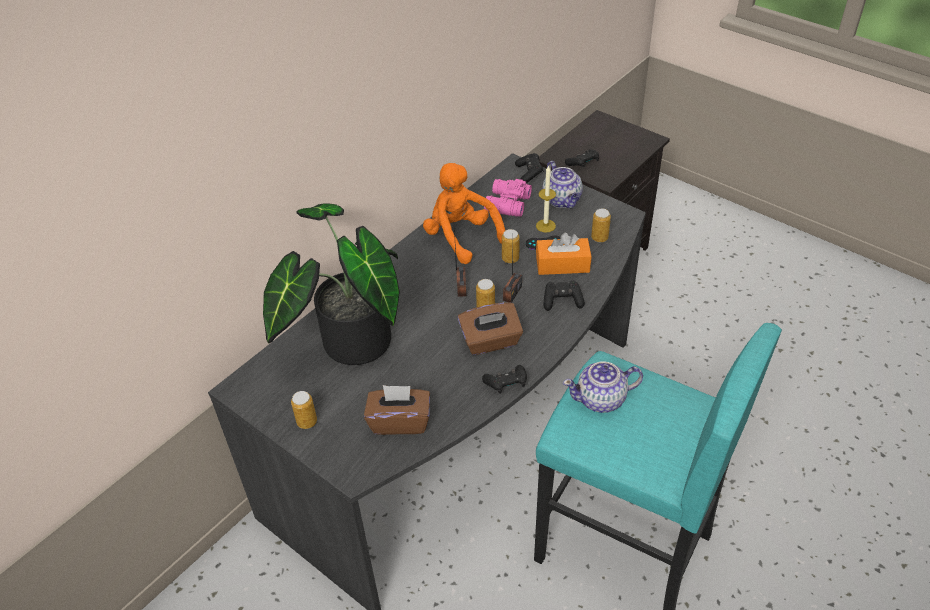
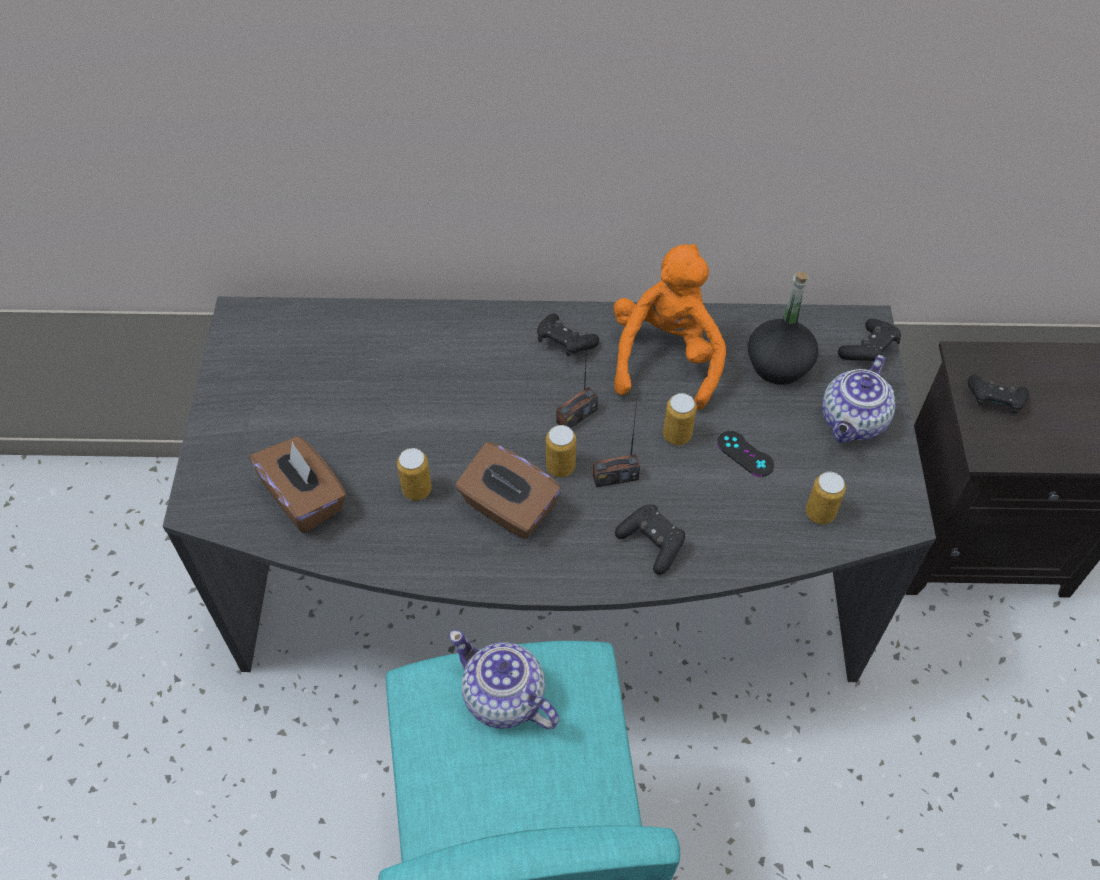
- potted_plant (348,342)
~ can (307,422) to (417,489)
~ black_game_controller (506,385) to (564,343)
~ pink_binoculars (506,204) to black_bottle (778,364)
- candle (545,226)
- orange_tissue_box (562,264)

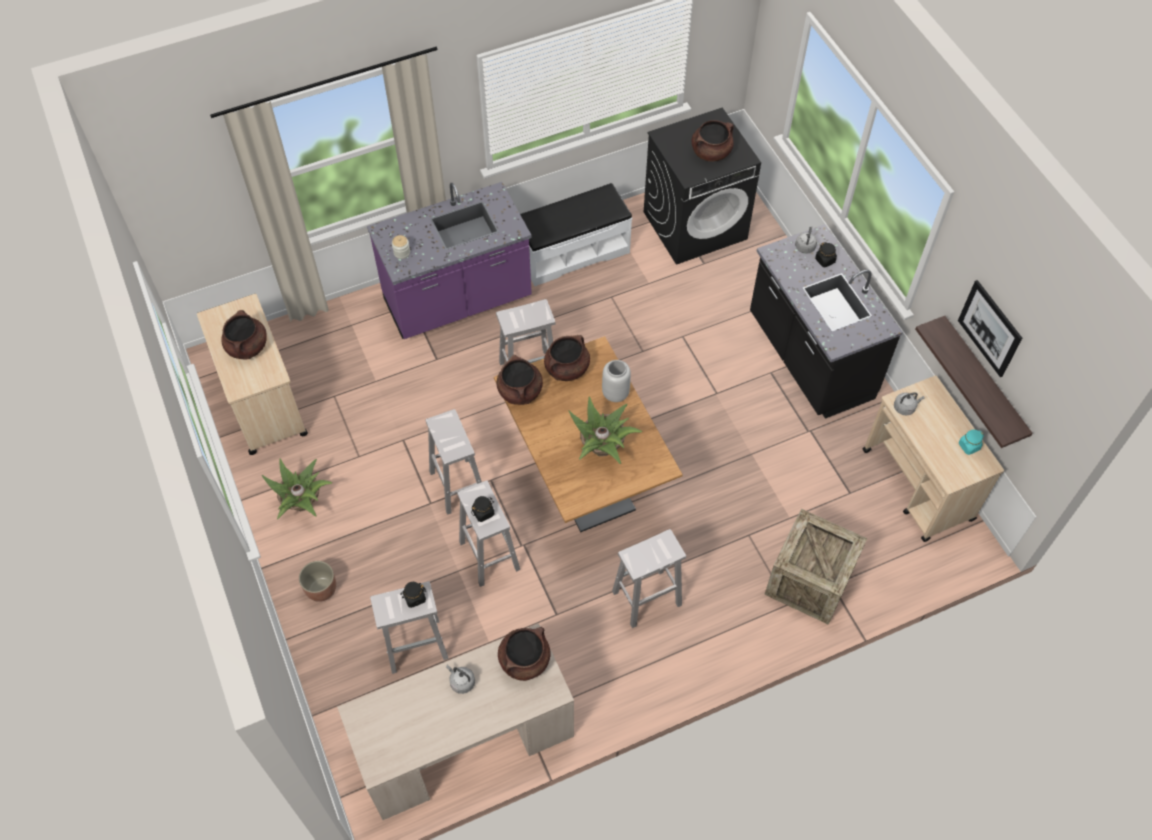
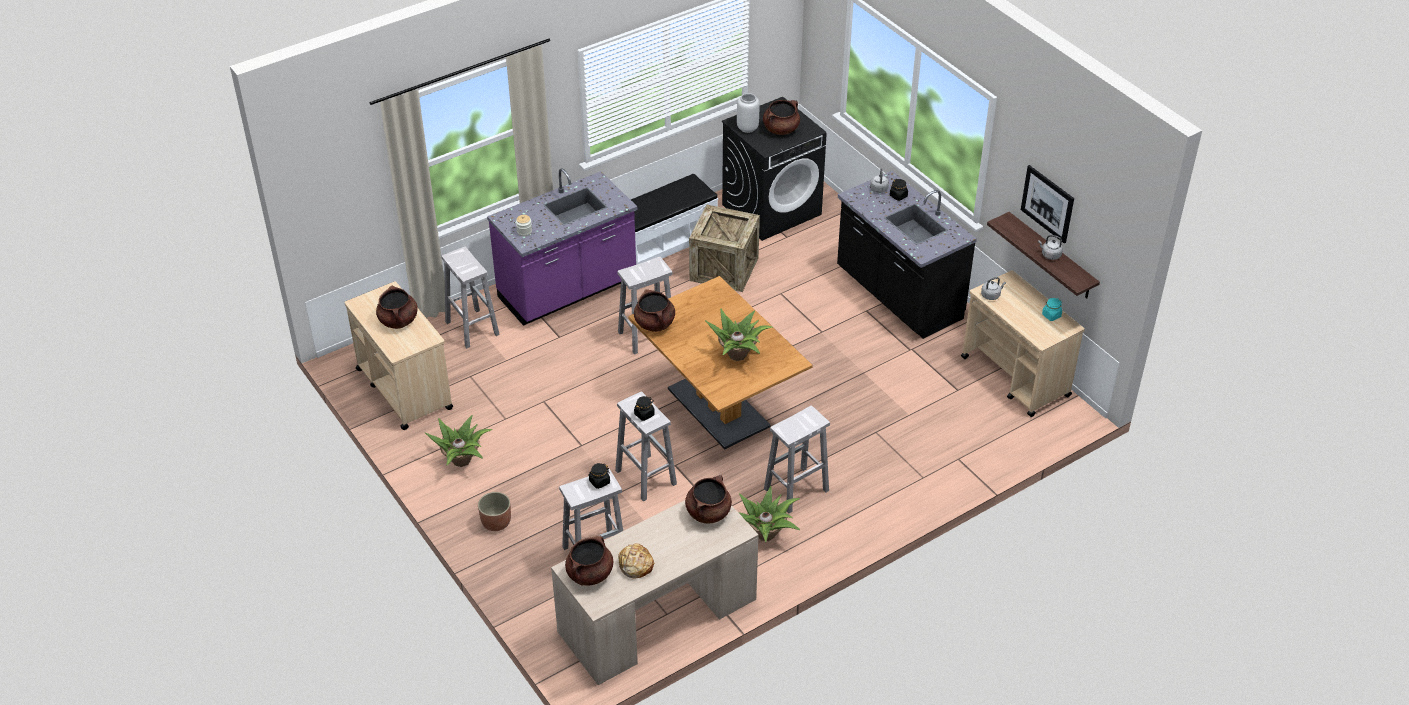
~ white_stool (457,485) to (471,328)
~ grey_kettle (461,682) to (1050,255)
~ brown_cooking_pot (567,369) to (590,574)
~ grey_vase (615,393) to (747,128)
~ crate (809,581) to (724,269)
+ bread (635,565)
+ potted_plant (766,534)

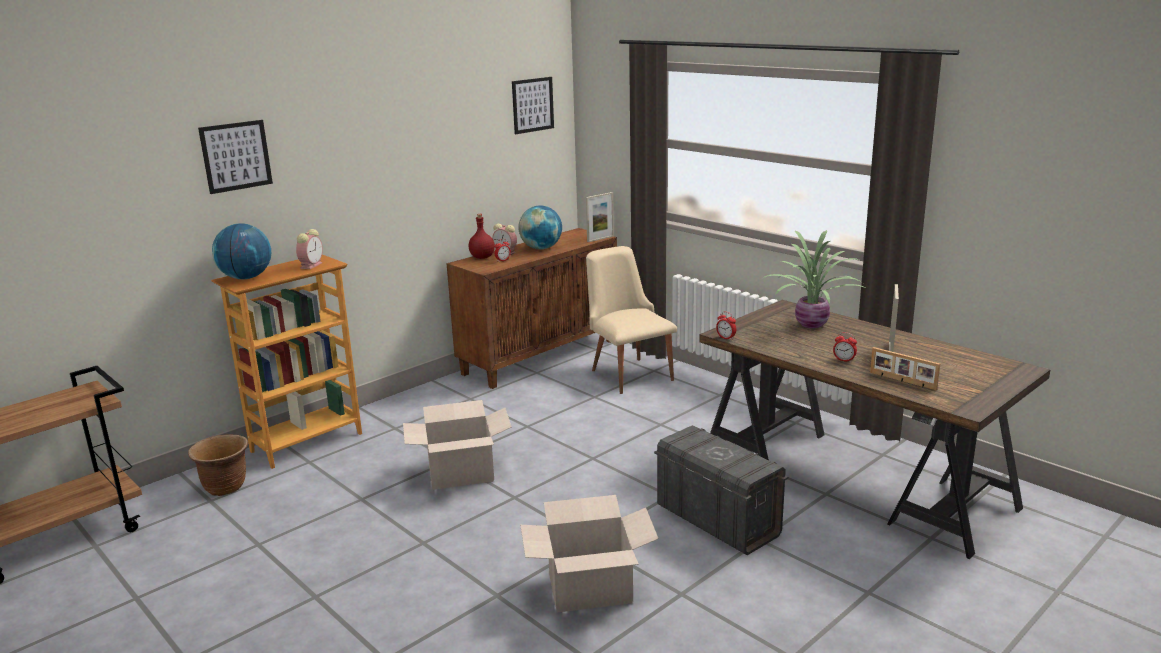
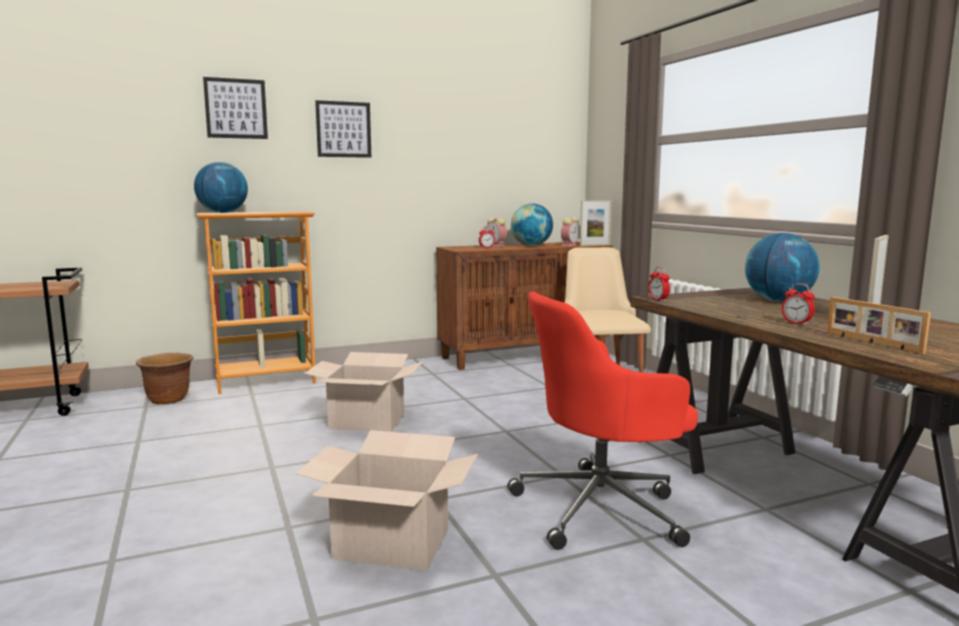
~ alarm_clock (311,265) to (570,245)
- red_bottle (482,257)
~ picture (532,105) to (343,129)
~ grey_storage_box (717,520) to red_office_chair (602,508)
~ potted_plant (812,324) to globe (778,301)

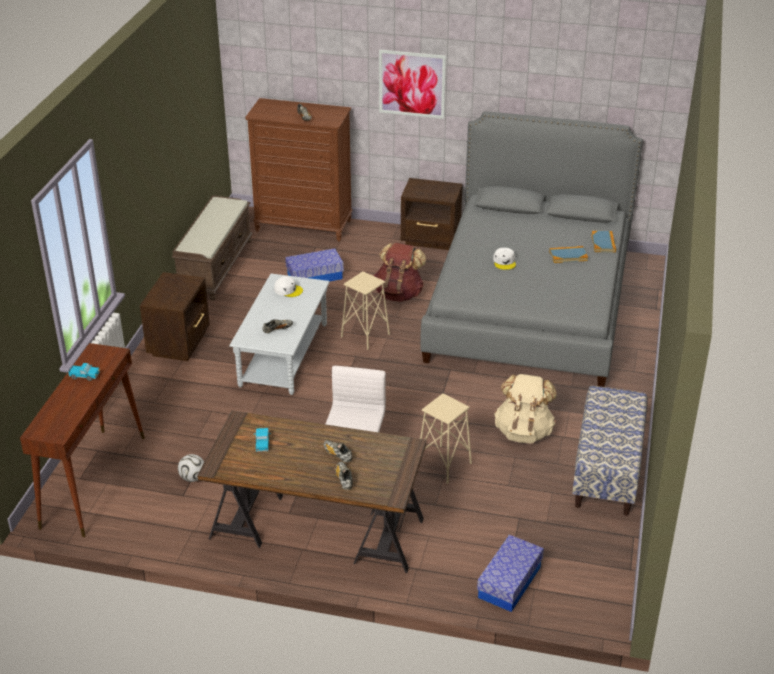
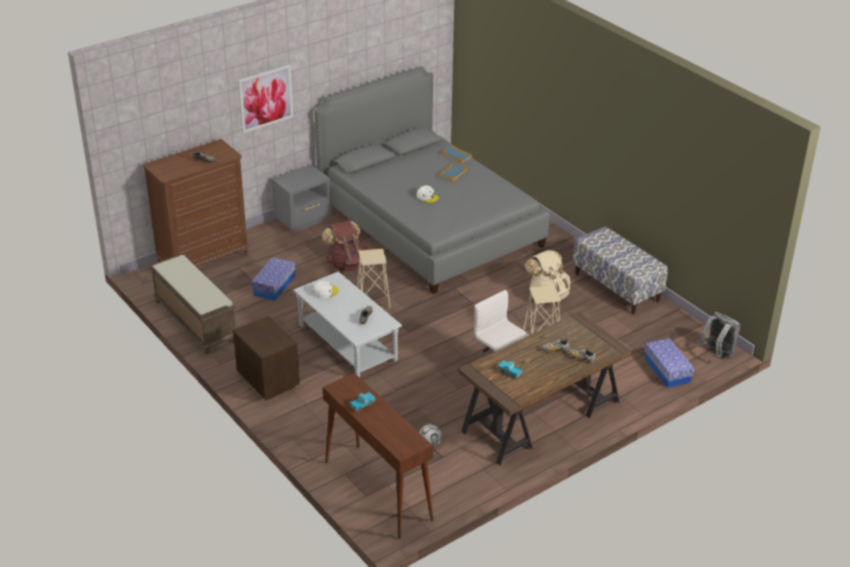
~ brown_nightstand (431,239) to grey_nightstand (304,220)
+ grey_backpack (717,354)

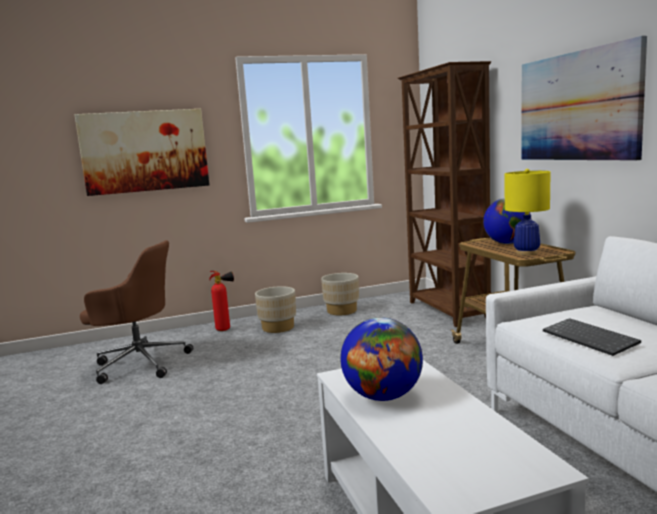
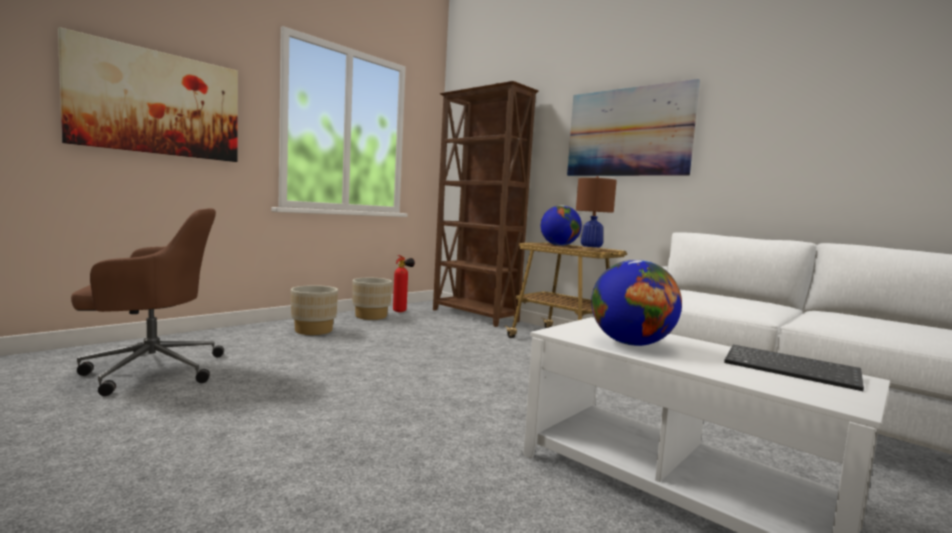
~ fire_extinguisher (226,329) to (402,311)
~ yellow_table_lamp (526,253) to brown_table_lamp (591,250)
~ keyboard (591,338) to (792,369)

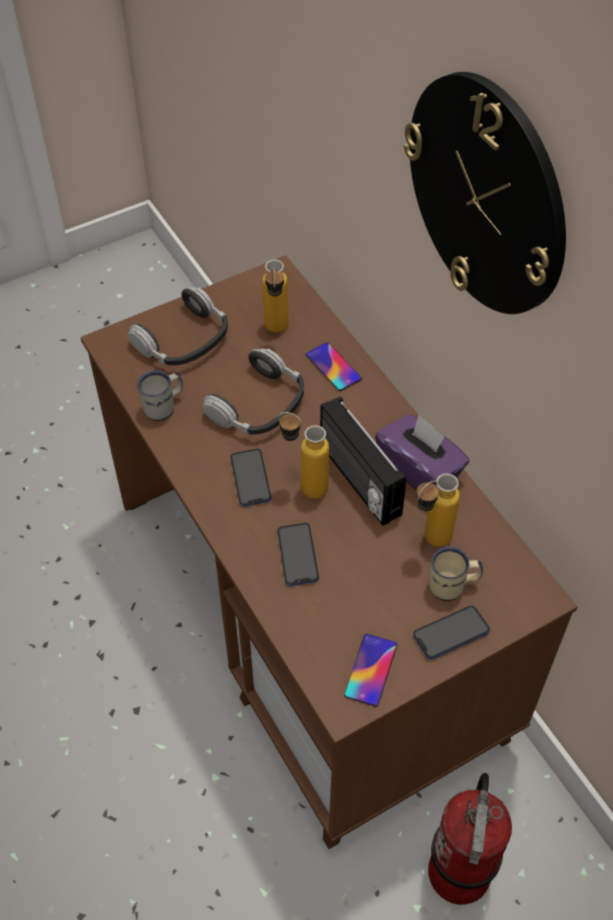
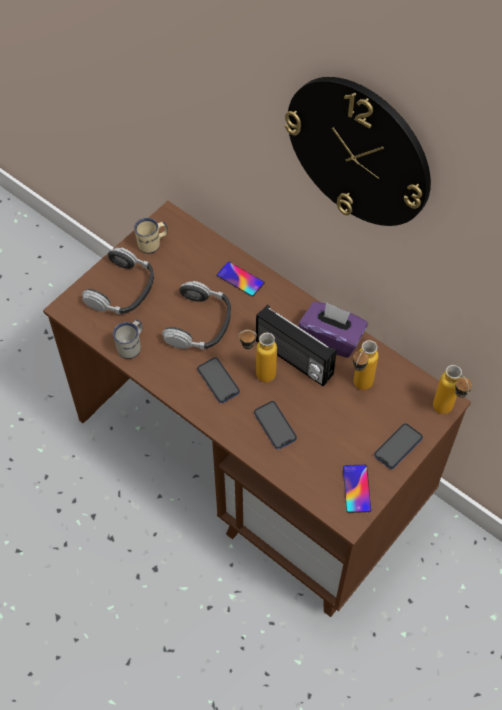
~ bottle (276,332) to (446,413)
- fire_extinguisher (460,872)
~ beige_mug (453,586) to (153,244)

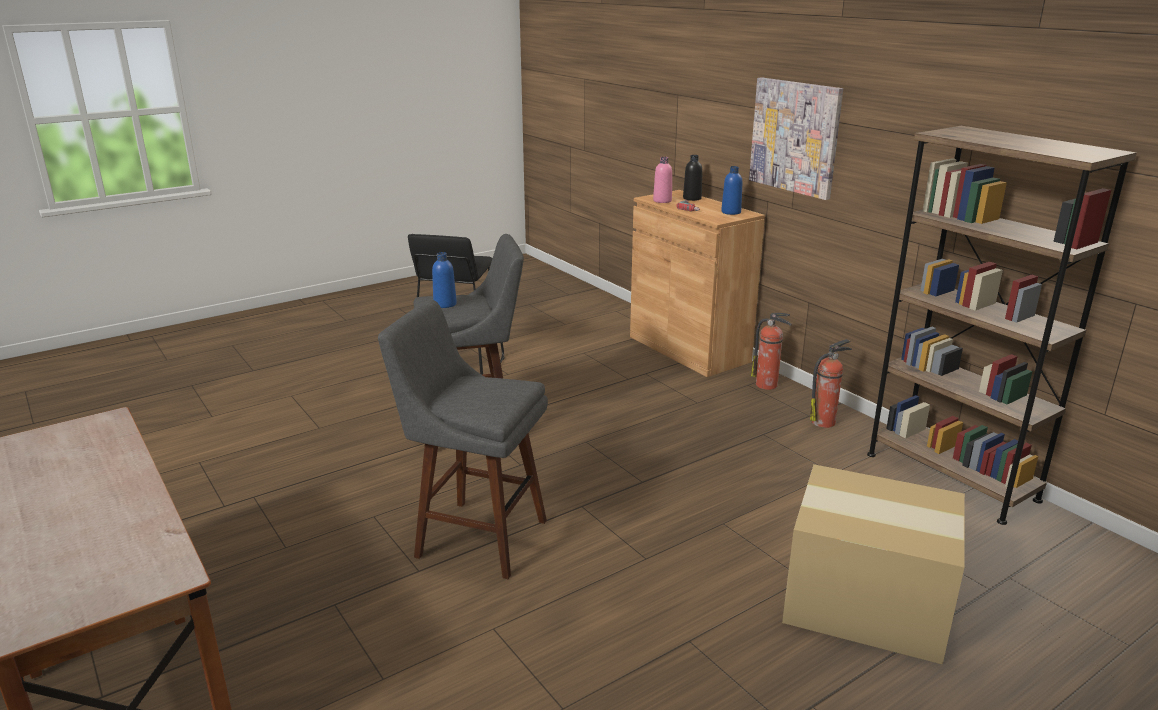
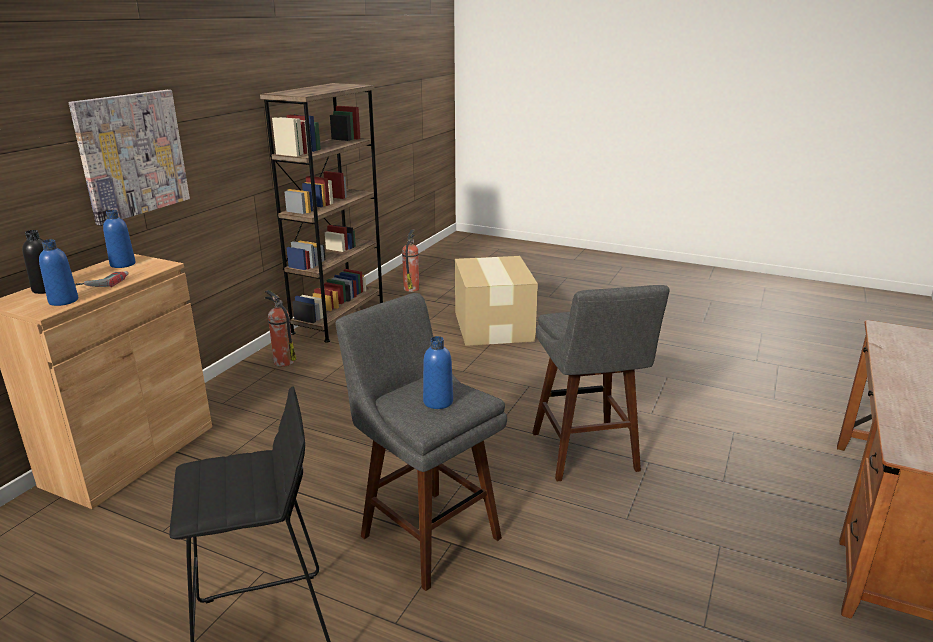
~ pink_bottle (662,201) to blue_bottle (63,301)
~ fire_extinguisher (767,385) to (411,288)

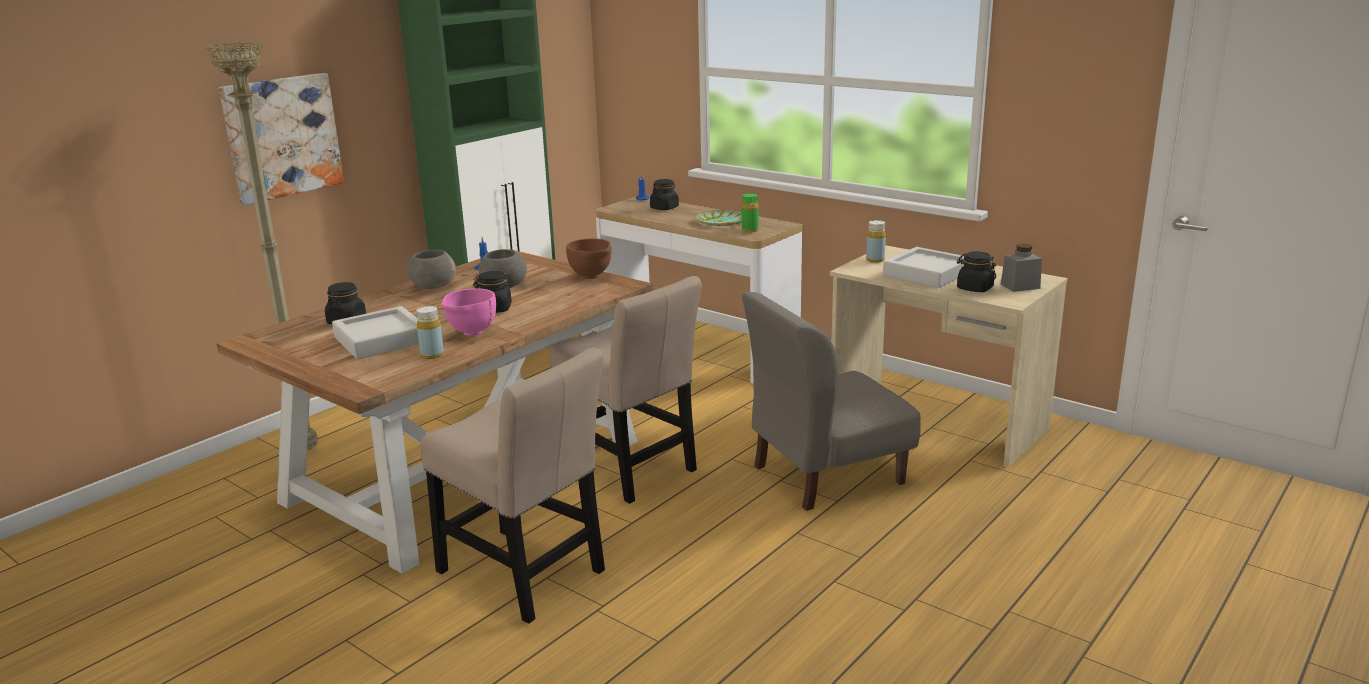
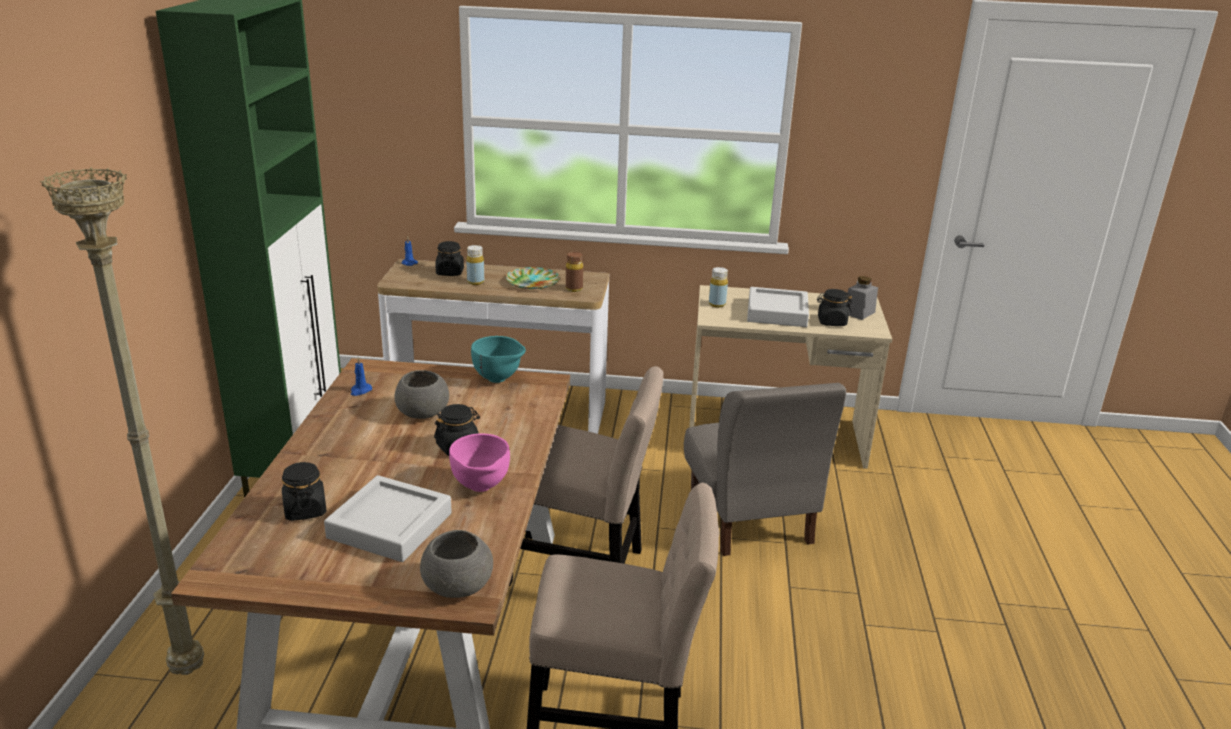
- picture (282,137)
~ grey_bowl (433,286) to (456,586)
~ yellow_bottle (432,355) to (475,282)
~ brown_bowl (591,277) to turquoise_bowl (499,379)
~ green_bottle (750,230) to brown_bottle (574,289)
~ grey_chair (826,474) = (749,518) 45 degrees counterclockwise

